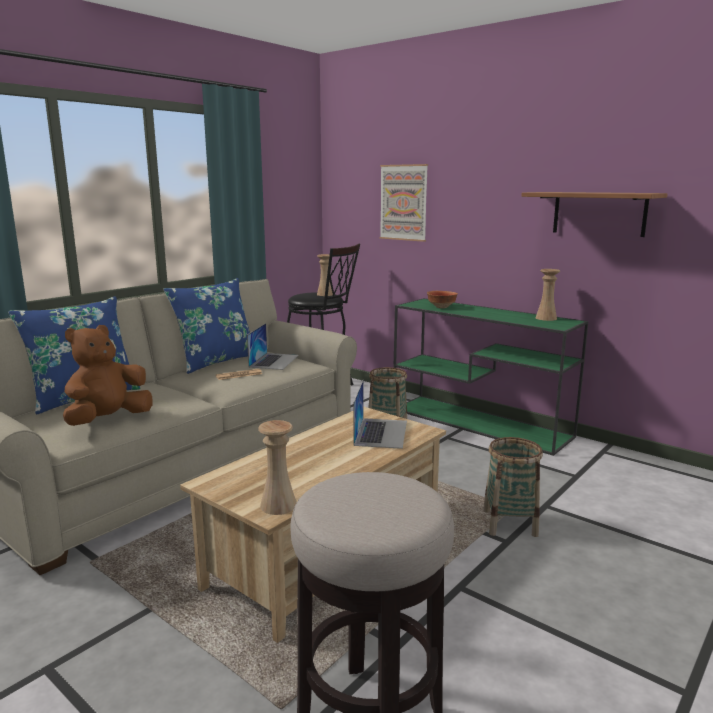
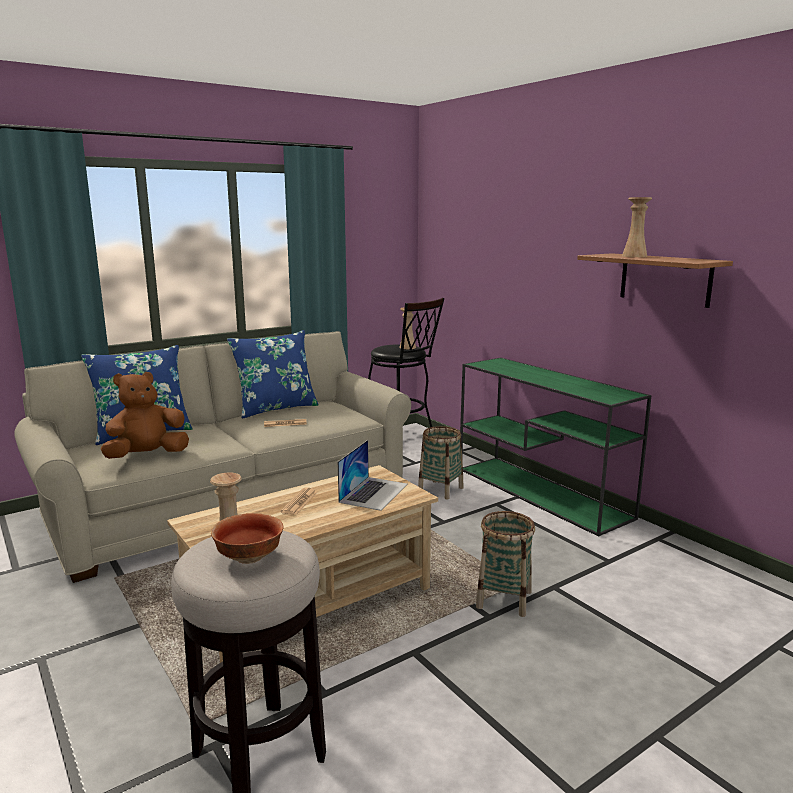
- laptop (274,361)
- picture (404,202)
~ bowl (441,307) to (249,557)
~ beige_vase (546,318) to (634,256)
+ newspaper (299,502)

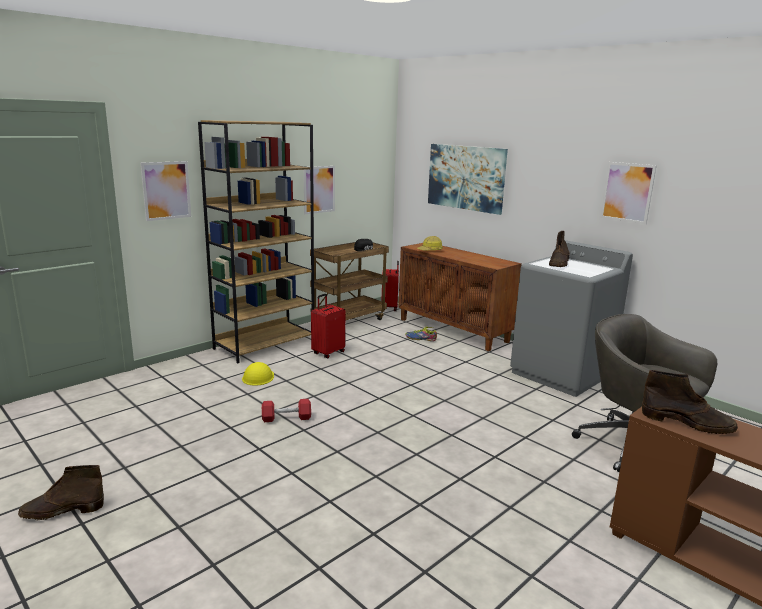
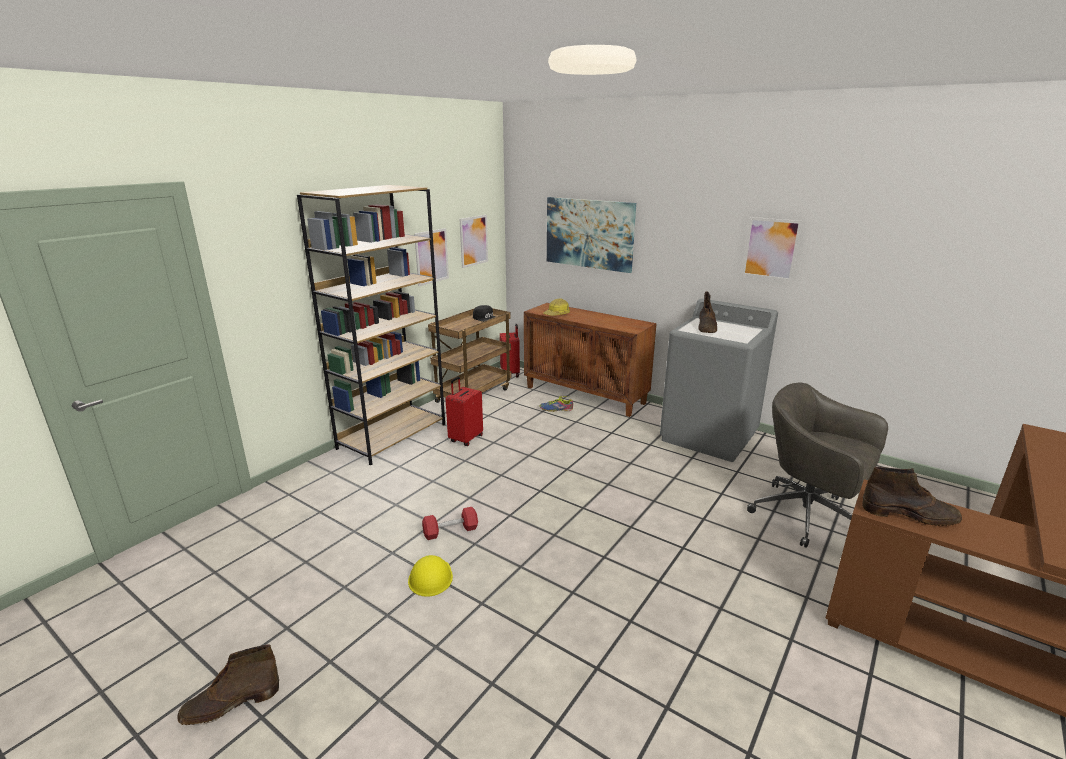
~ picture (166,190) to (473,241)
~ yellow_hard_hat (258,377) to (430,577)

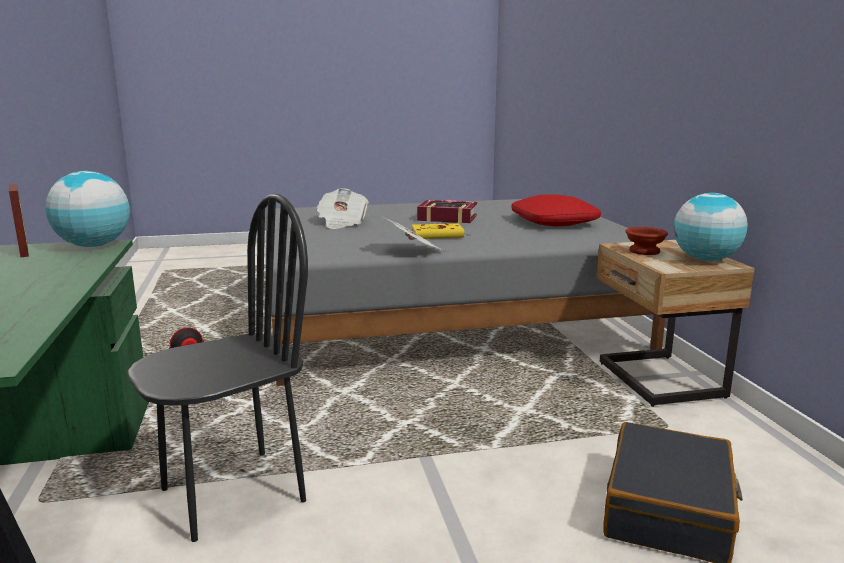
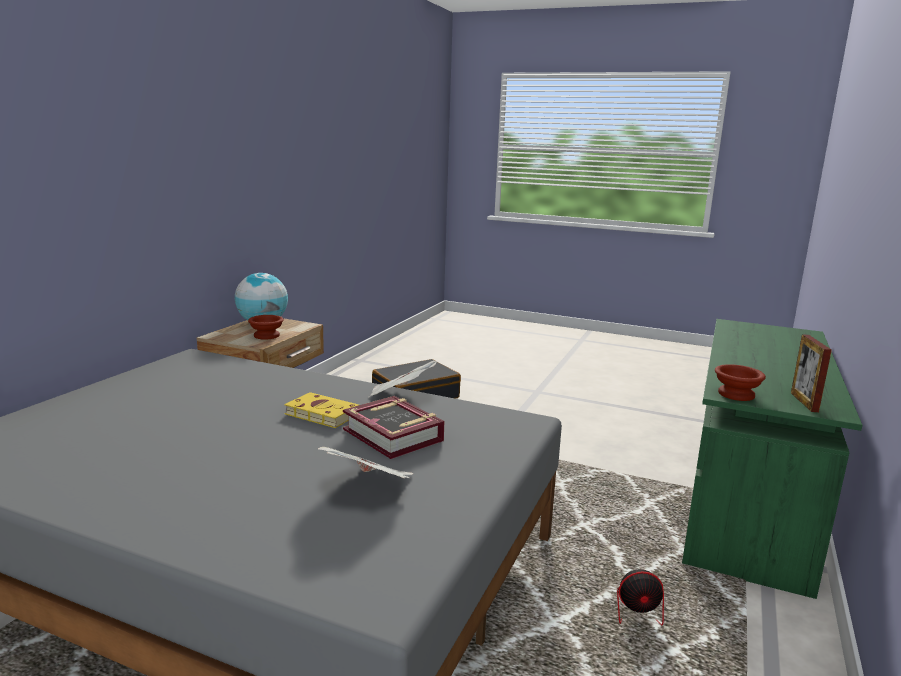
~ globe (93,246) to brown_bowl (737,395)
- black_chair (232,494)
~ book (447,218) to (393,435)
- red_pillow (554,222)

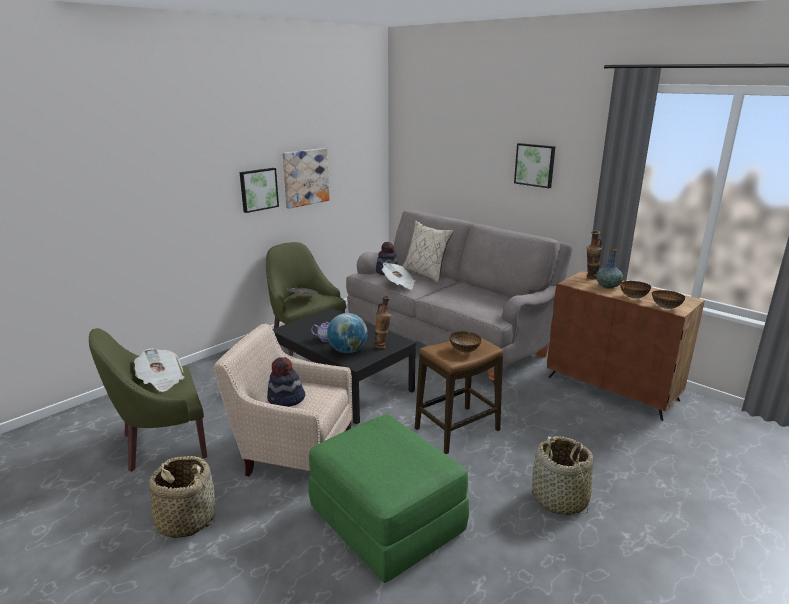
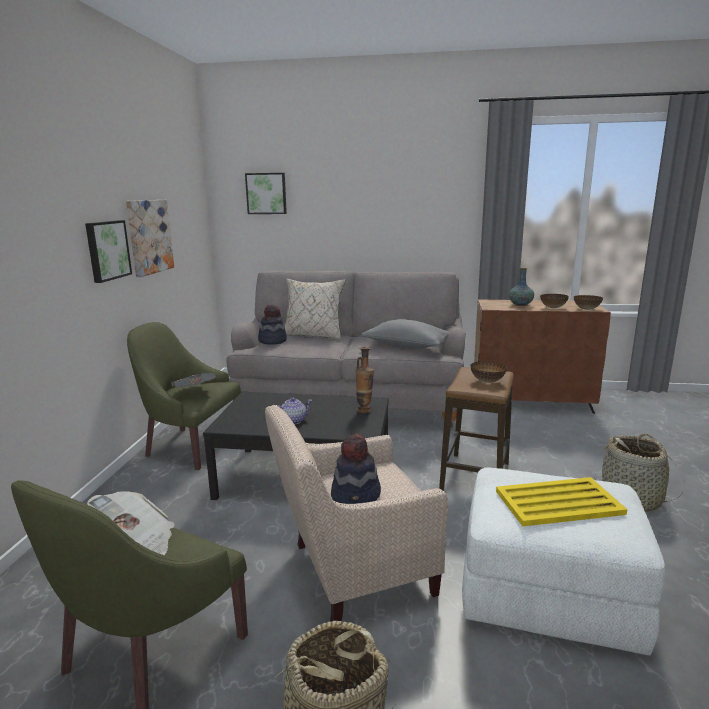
~ green_ottoman (385,521) to white_ottoman (547,593)
- globe (348,351)
- newspaper (399,284)
~ picture (535,165) to (266,193)
- vase (590,278)
+ grey_pillow (407,346)
+ yellow_tray (557,502)

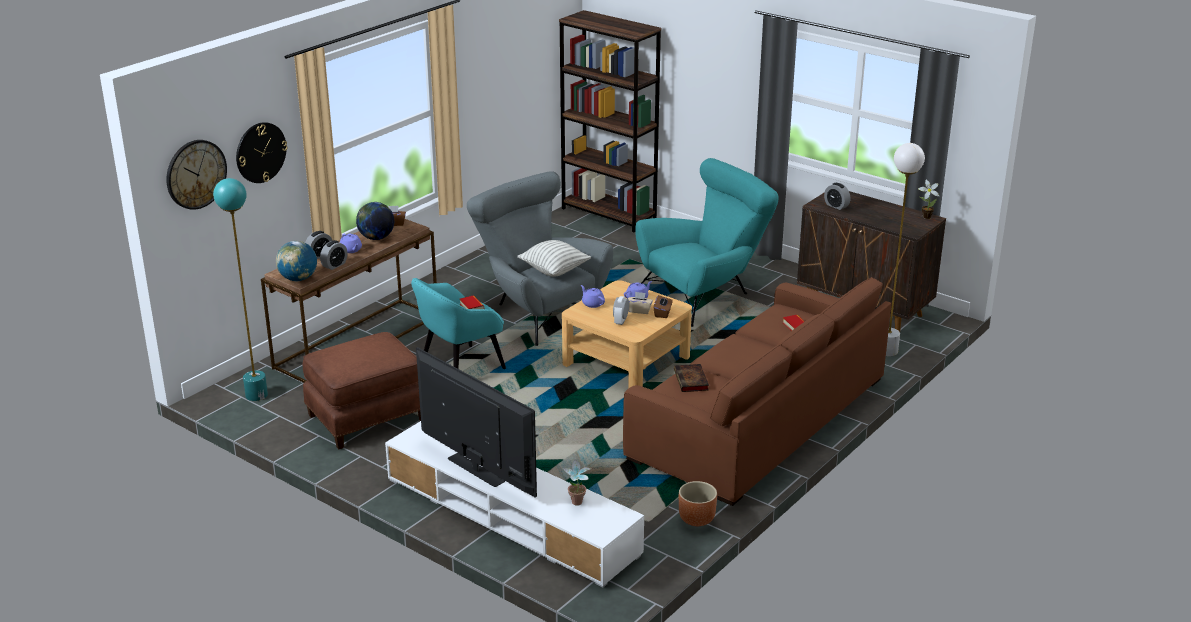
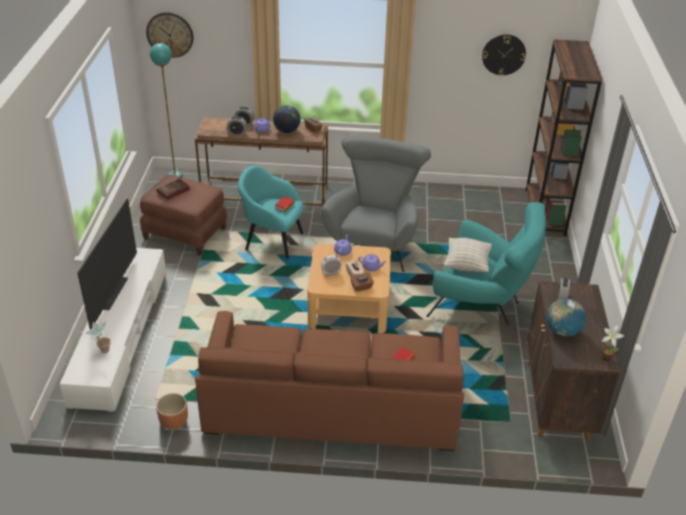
~ wall_clock (260,152) to (503,54)
~ globe (298,279) to (562,331)
~ pillow (554,270) to (466,264)
~ book (691,381) to (173,191)
- white_floor_lamp (887,351)

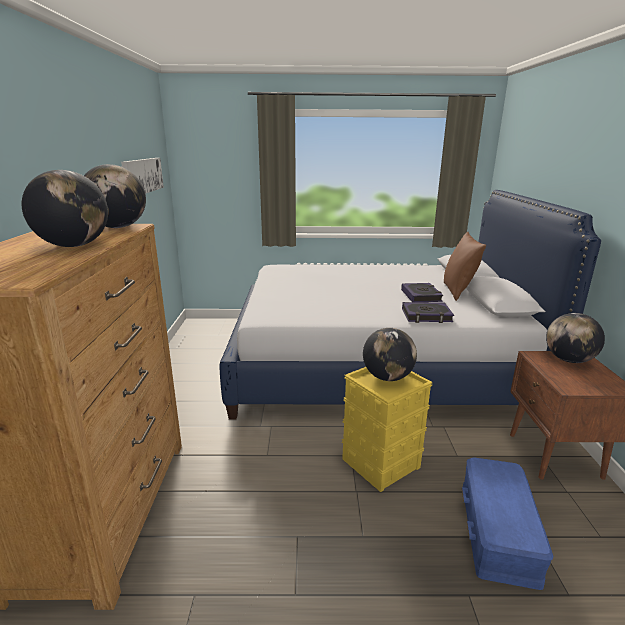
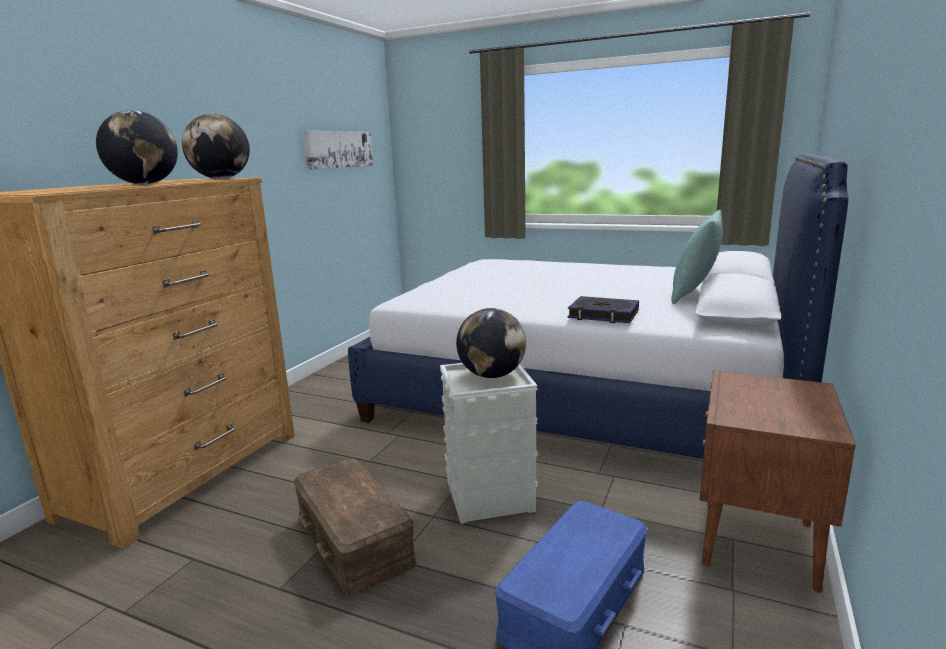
~ yellow_storage_box (380,462) to grey_storage_box (490,495)
- book (421,296)
~ brown_pillow (458,291) to turquoise_pillow (694,295)
- globe (568,360)
+ brown_storage_box (352,540)

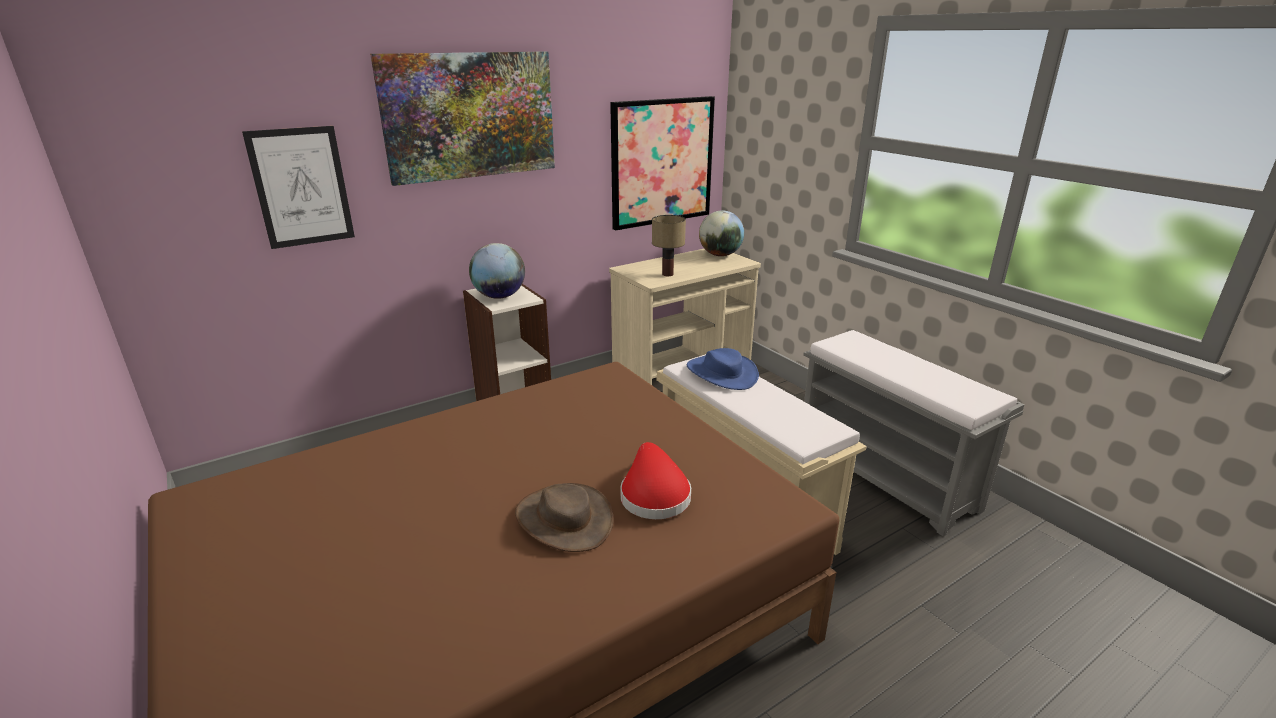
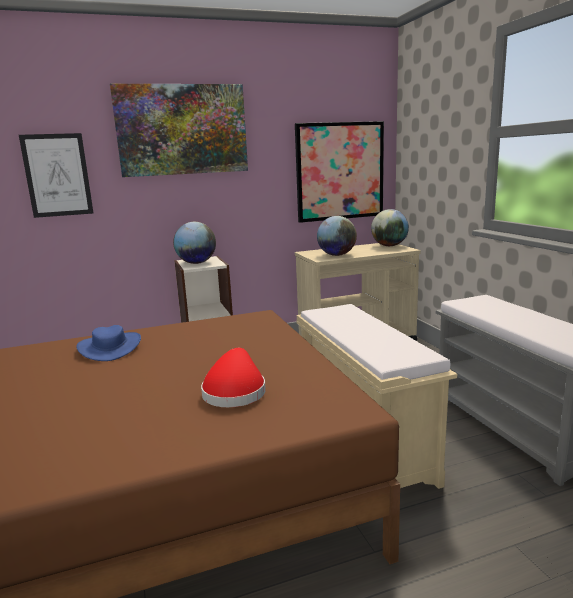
- brown_hat (564,519)
~ table_lamp (667,274) to globe (336,255)
~ blue_hat (722,373) to (110,347)

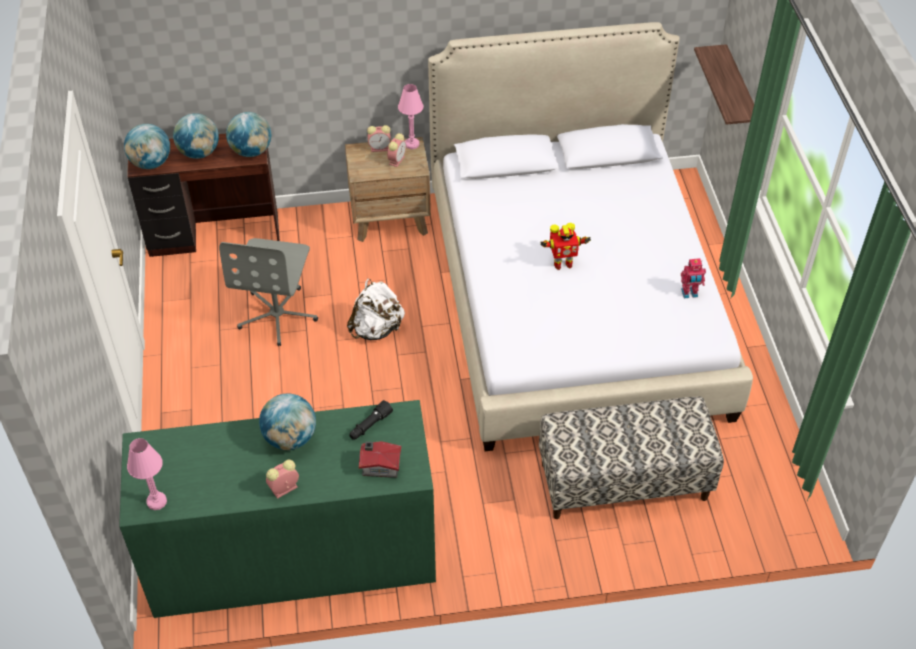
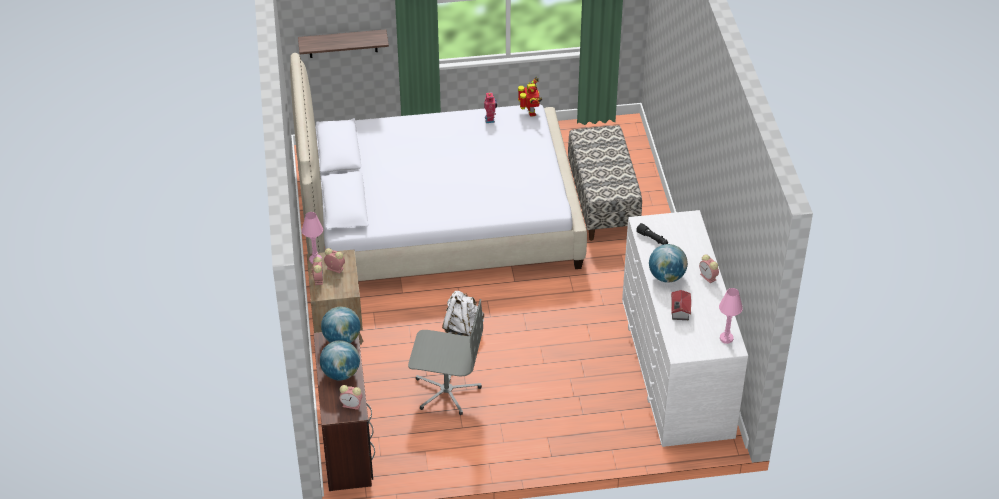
~ green_dresser (292,555) to white_dresser (676,367)
~ globe (151,163) to alarm_clock (352,405)
~ toy_house (380,466) to (679,312)
~ toy_robot (562,263) to (530,112)

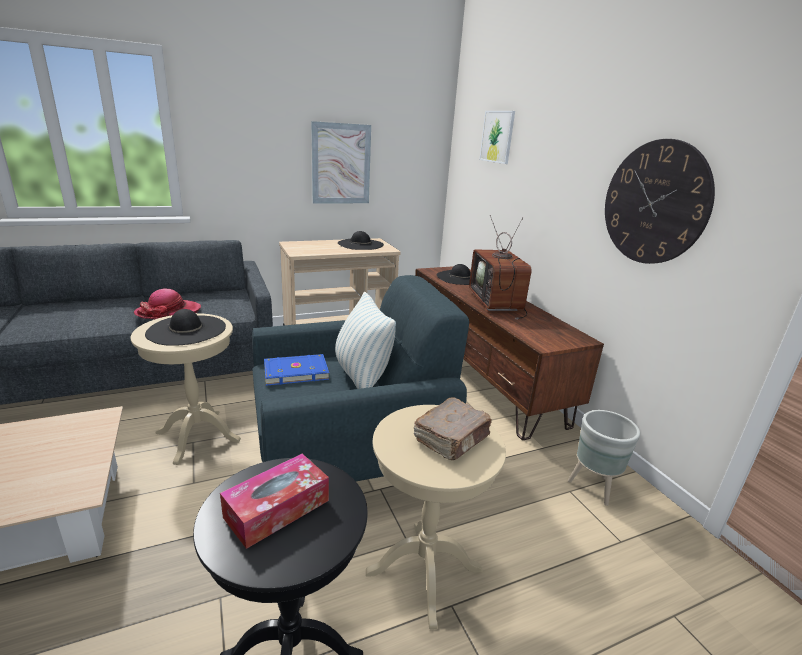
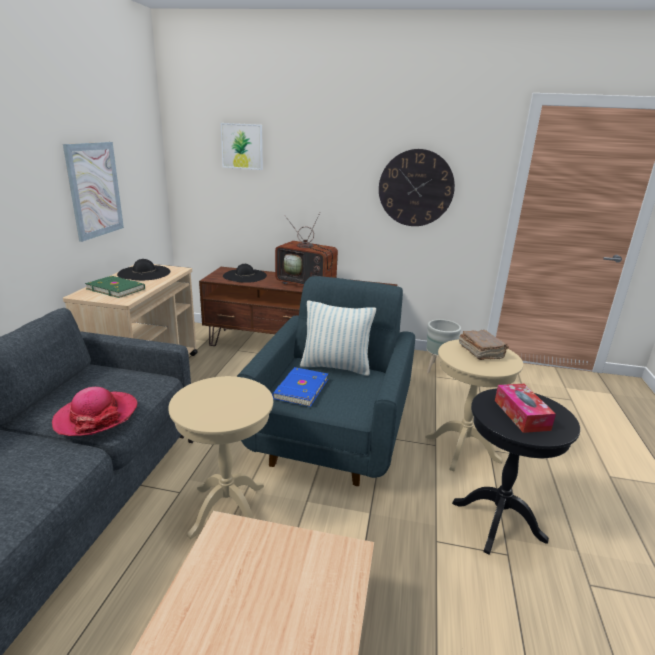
- black_hat (186,330)
+ green_book (116,288)

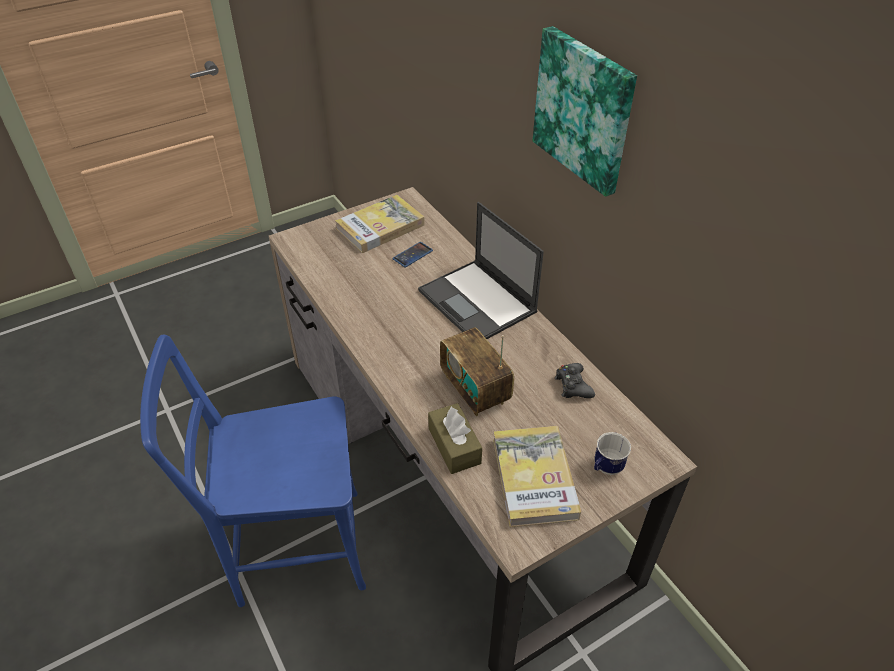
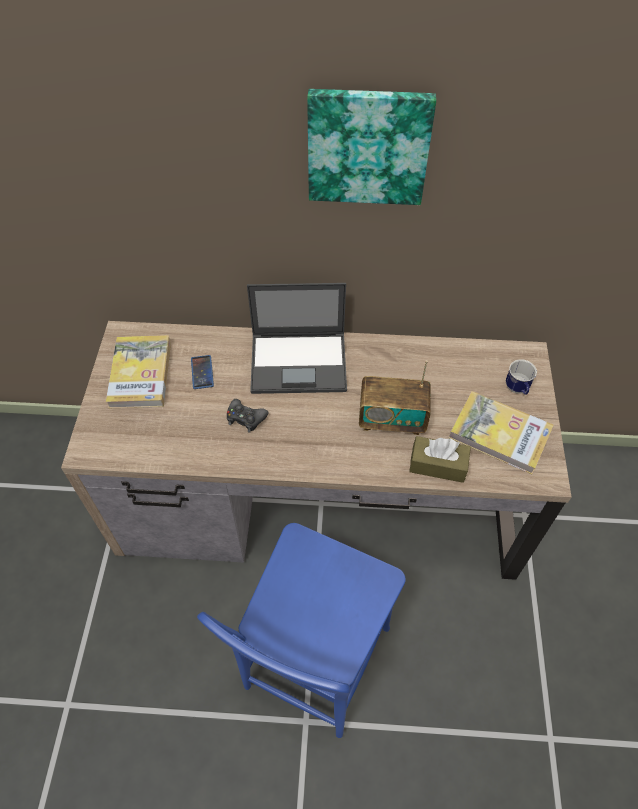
~ black_game_controller (573,385) to (245,418)

